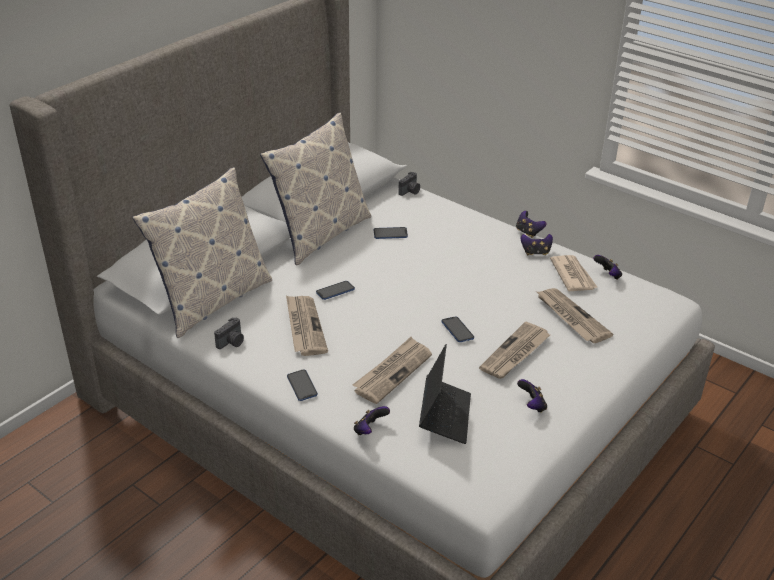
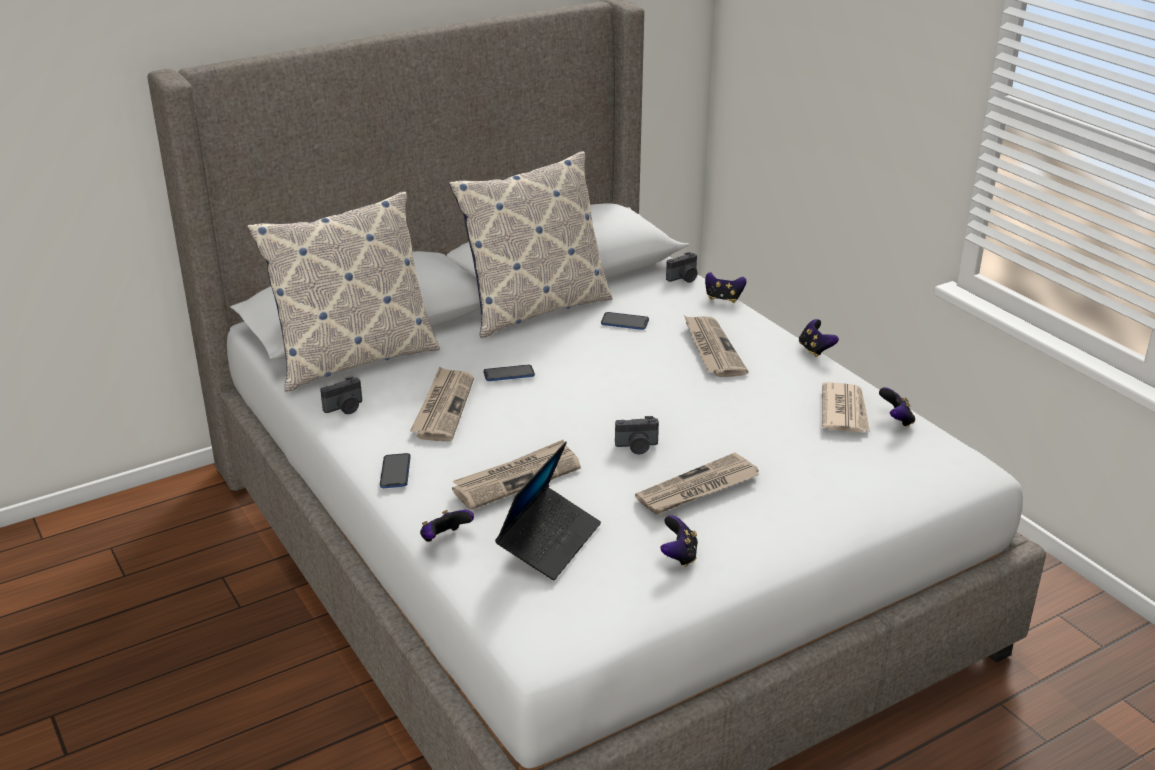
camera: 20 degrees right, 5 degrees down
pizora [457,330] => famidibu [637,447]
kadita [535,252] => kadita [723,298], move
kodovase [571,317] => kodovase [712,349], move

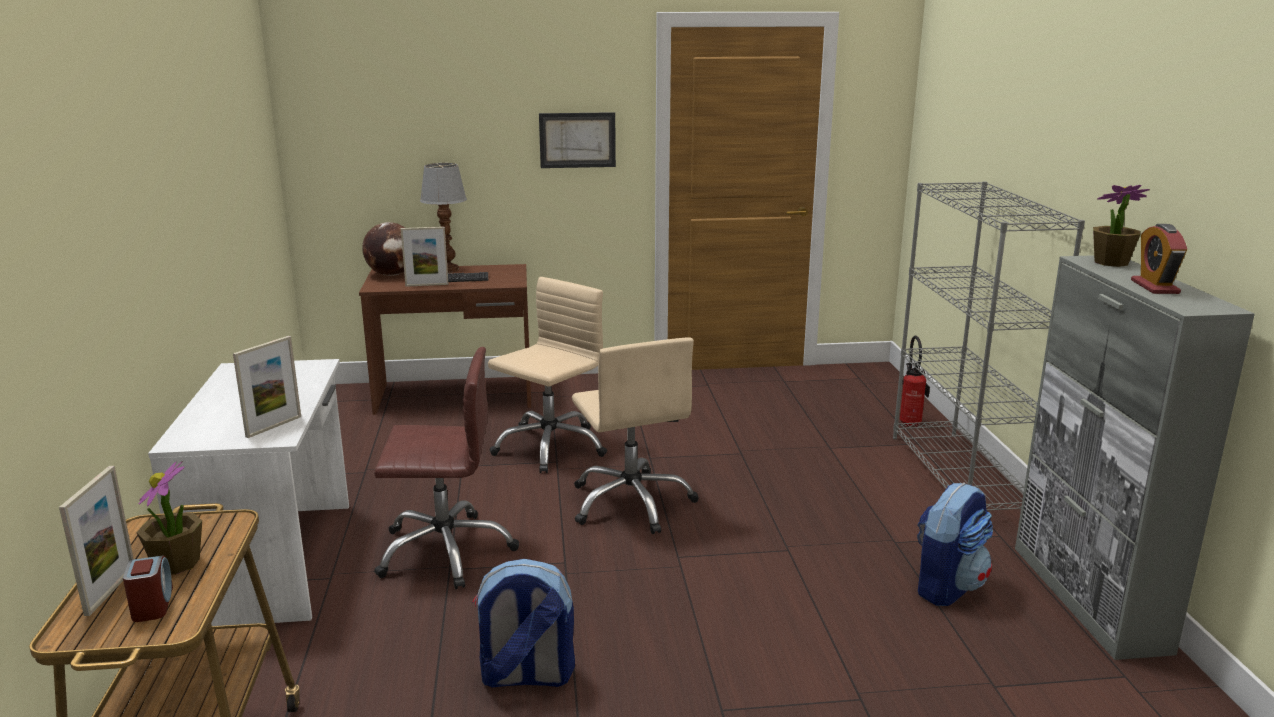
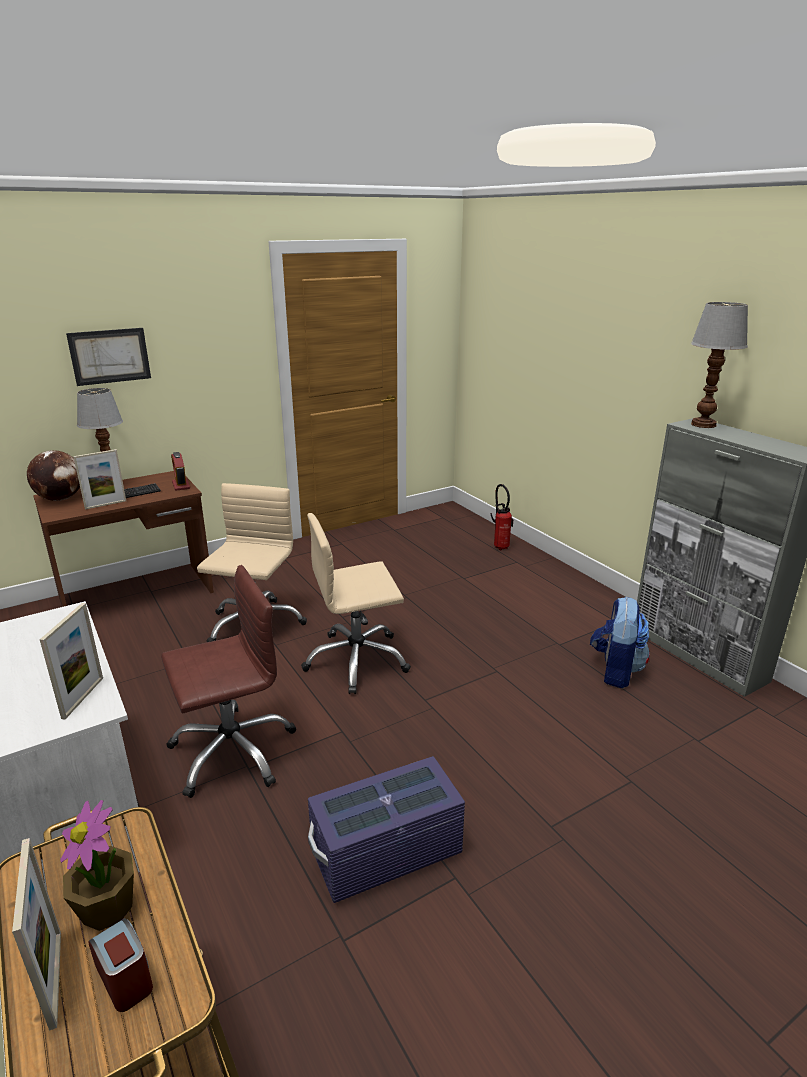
camera: 25 degrees left, 5 degrees up
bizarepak [525,676] => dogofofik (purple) [386,852]
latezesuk [577,140] => latezesuk [110,356], move
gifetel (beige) [632,503] => gifetel (beige) [357,661], 120 degrees clockwise
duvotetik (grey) [960,475] => nothing
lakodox [1110,262] => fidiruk [703,424]
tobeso [1154,287] => tobeso [181,485], move

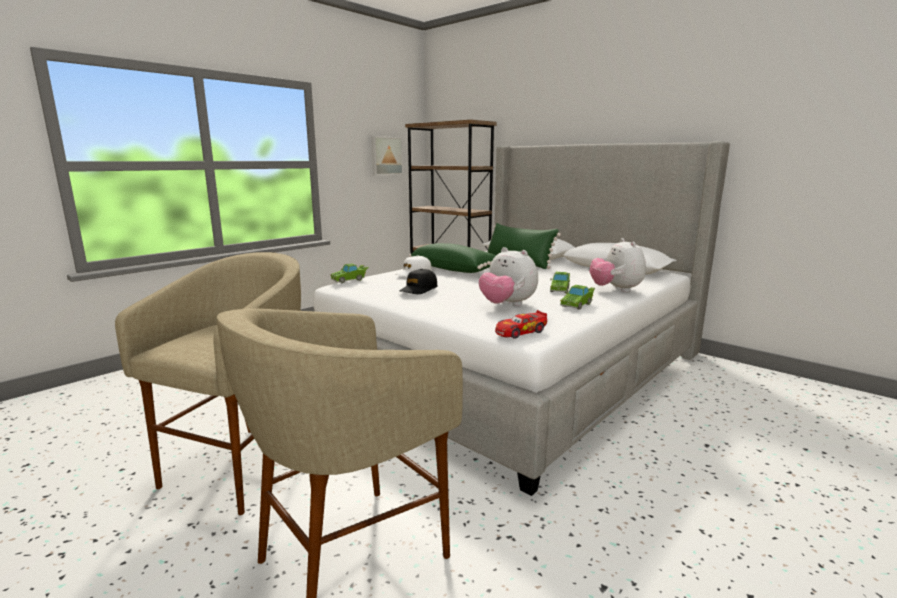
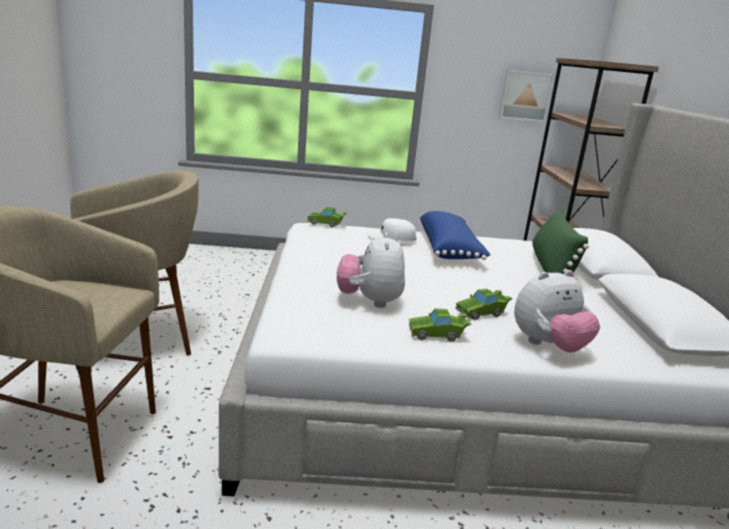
camera: 45 degrees right, 5 degrees up
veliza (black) [418,289] => nothing
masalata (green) [455,269] => masalata (blue) [449,249]
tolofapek [520,332] => nothing
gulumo [616,290] => gulumo [548,346], 150 degrees counterclockwise

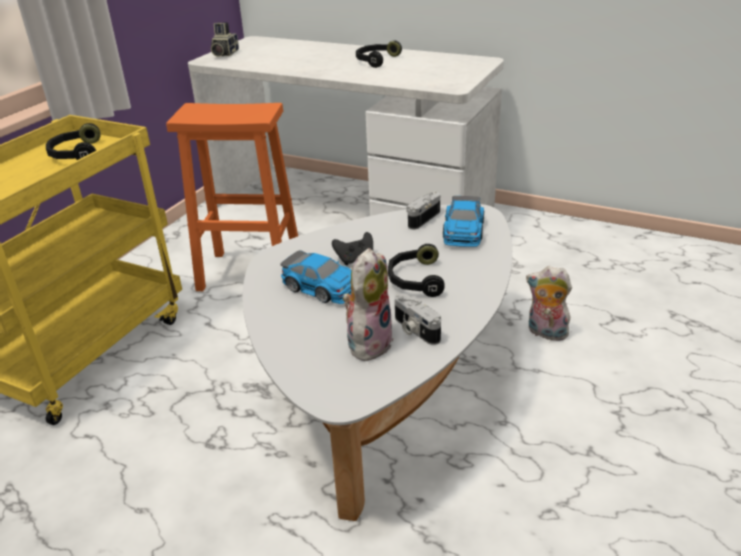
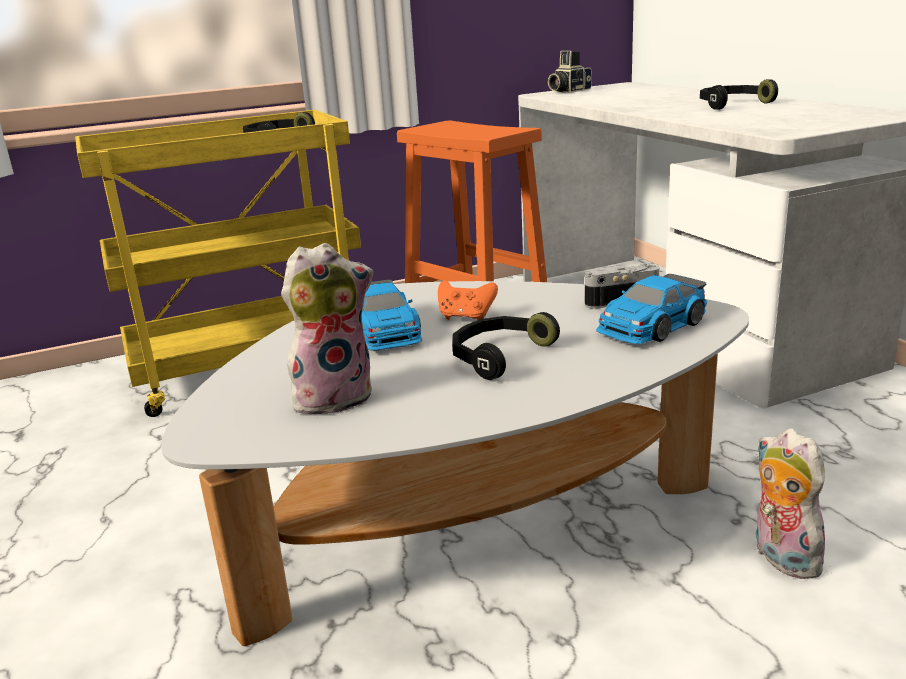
camera: 40 degrees right, 10 degrees down
kadita (black) [355,259] => kadita (orange) [466,317]
famidibu [414,330] => nothing

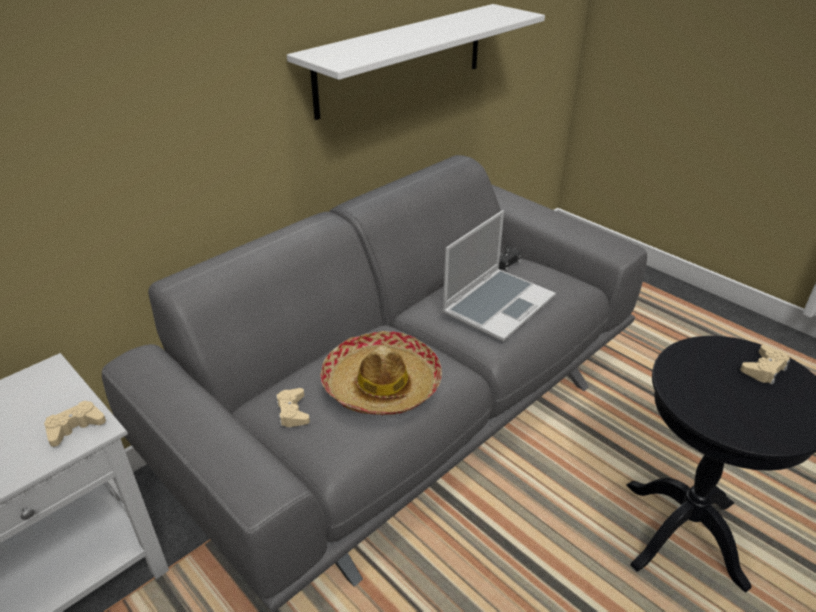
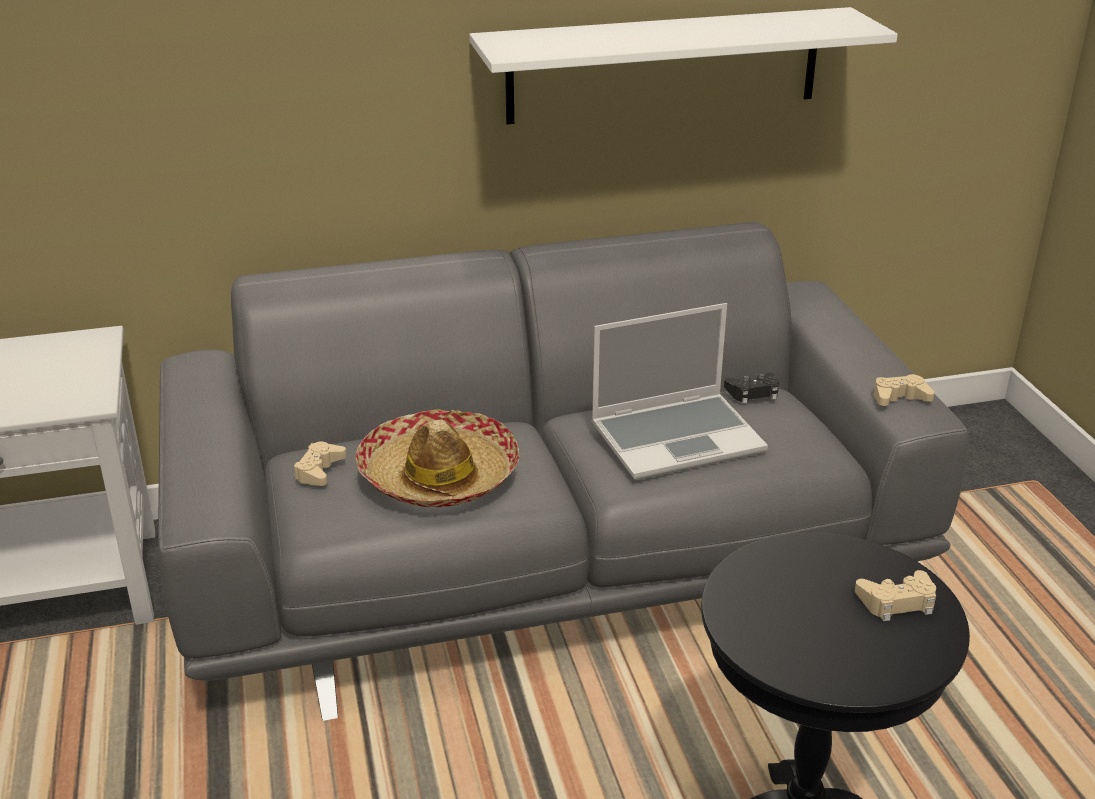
camera: 30 degrees right, 5 degrees down
kadita (beige) [75,427] => kadita (beige) [899,397], move

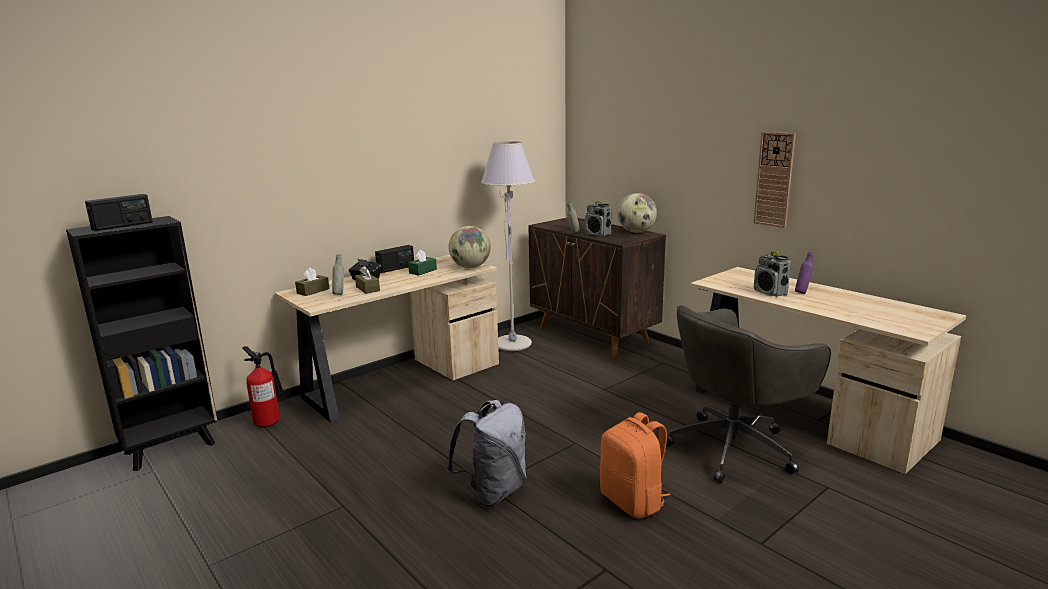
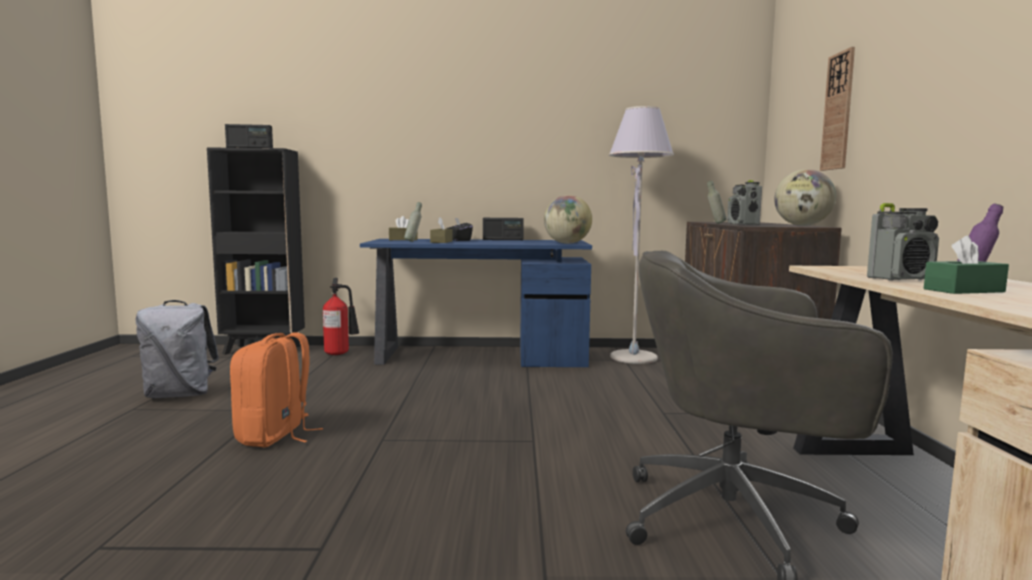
camera: 40 degrees right, 10 degrees down
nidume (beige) [399,380] => nidume (blue) [478,356]
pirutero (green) [423,271] => pirutero (green) [963,290], move
bizarepak (grey) [493,491] => bizarepak (grey) [181,395], move
bizarepak (orange) [633,501] => bizarepak (orange) [275,436], move
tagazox [774,179] => tagazox [838,111], move
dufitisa [770,293] => dufitisa [901,279], 120 degrees counterclockwise

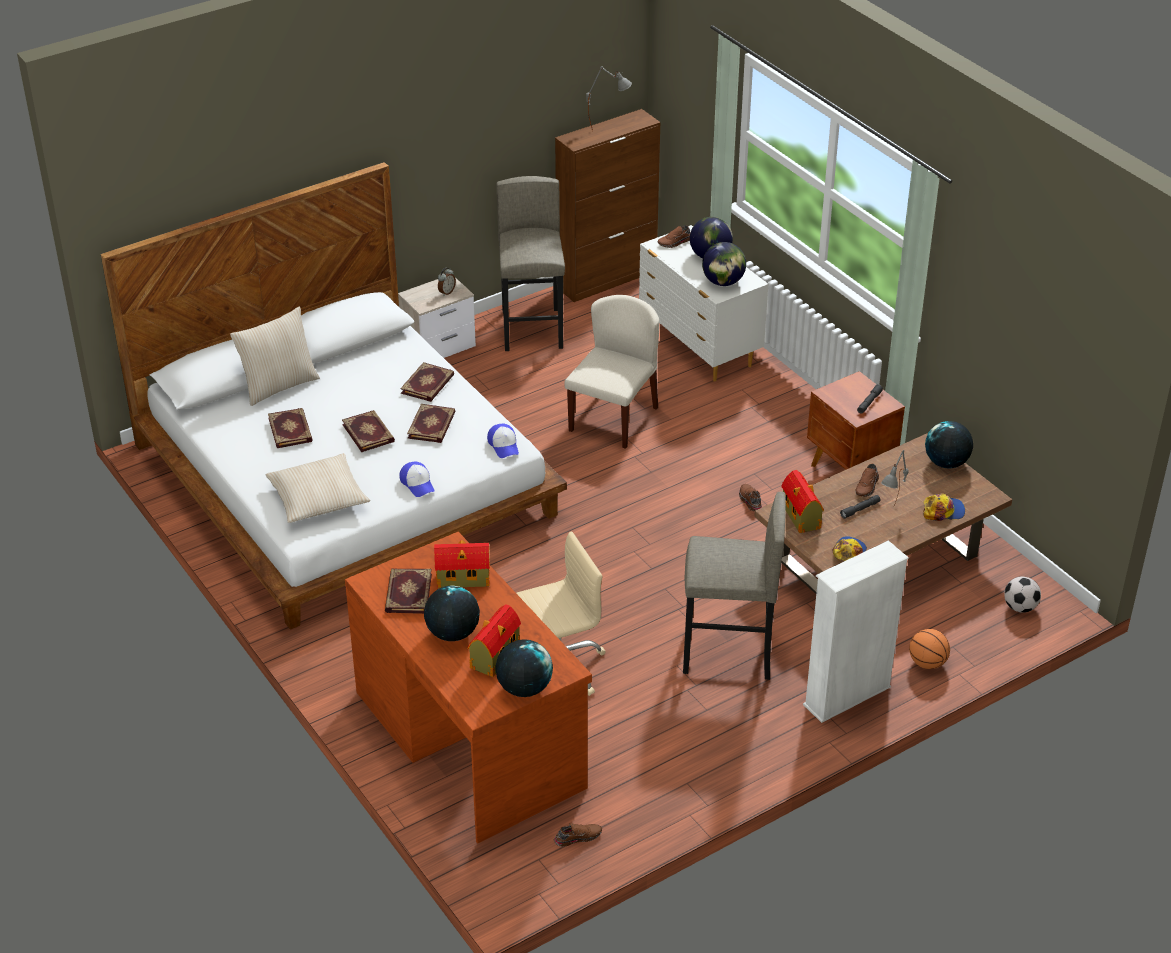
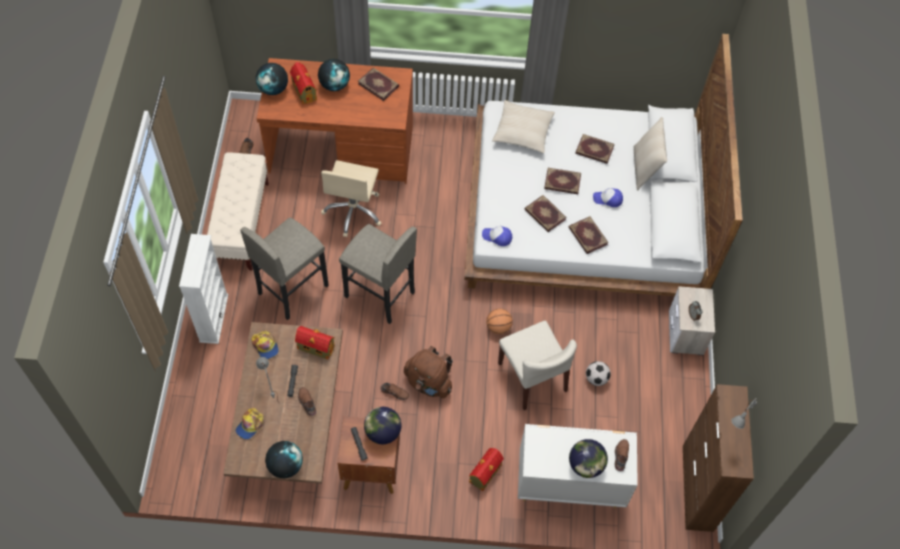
camera: 125 degrees right, 20 degrees up
veliza [417,483] => veliza [608,199], move
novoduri [464,579] => novoduri [484,474], move
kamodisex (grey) [533,329] => kamodisex (grey) [379,295], move
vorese [723,282] => vorese [382,432], move
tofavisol [927,663] => tofavisol [498,327], move
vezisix [1020,607] => vezisix [596,378], move
nothing => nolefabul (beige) [241,224]
nothing => bizarepak (brown) [428,383]

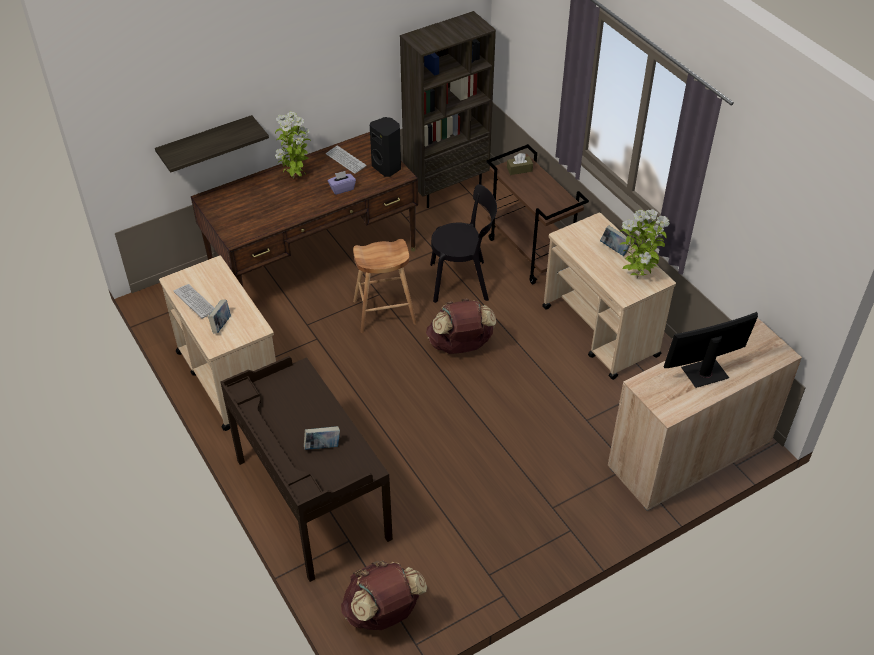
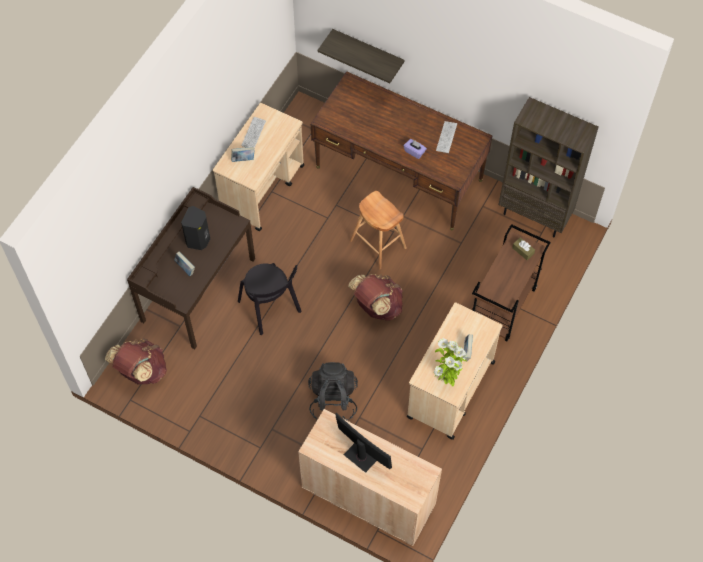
camera: 60 degrees right, 15 degrees up
lakodox [295,178] => nothing
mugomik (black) [387,167] => mugomik (black) [199,240], move
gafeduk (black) [463,281] => gafeduk (black) [270,309], move
nothing => bizarepak (black) [333,399]

